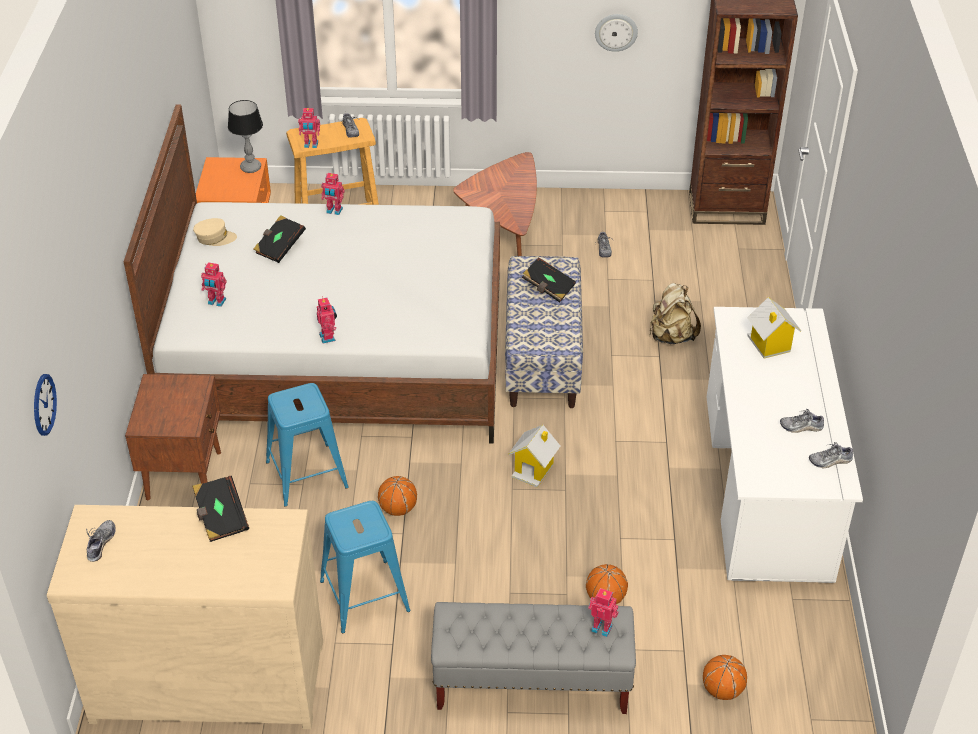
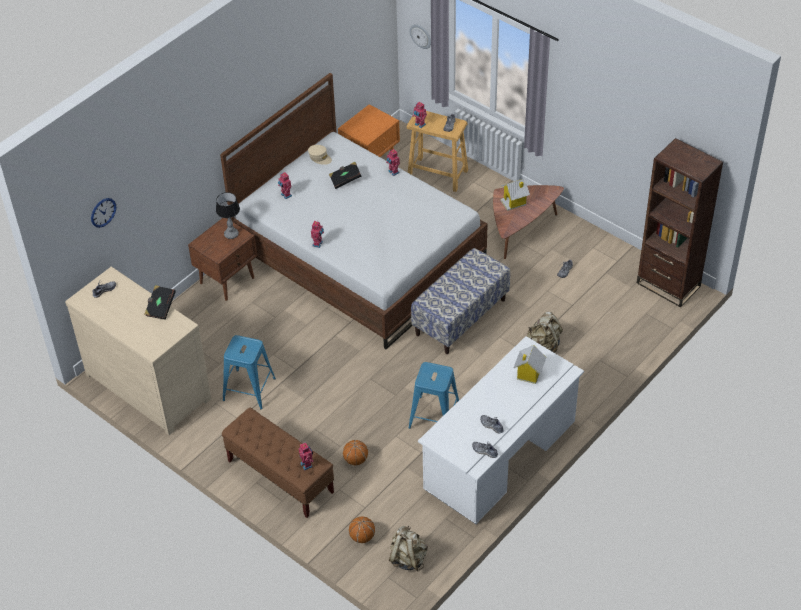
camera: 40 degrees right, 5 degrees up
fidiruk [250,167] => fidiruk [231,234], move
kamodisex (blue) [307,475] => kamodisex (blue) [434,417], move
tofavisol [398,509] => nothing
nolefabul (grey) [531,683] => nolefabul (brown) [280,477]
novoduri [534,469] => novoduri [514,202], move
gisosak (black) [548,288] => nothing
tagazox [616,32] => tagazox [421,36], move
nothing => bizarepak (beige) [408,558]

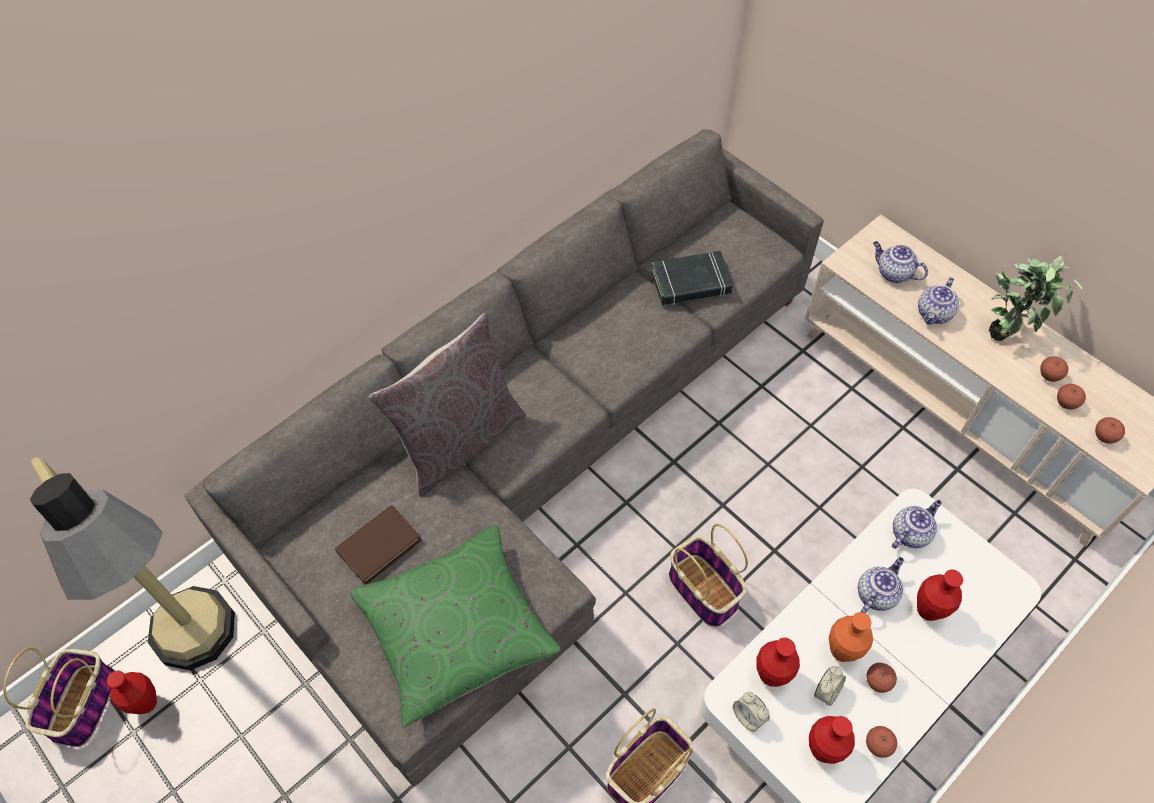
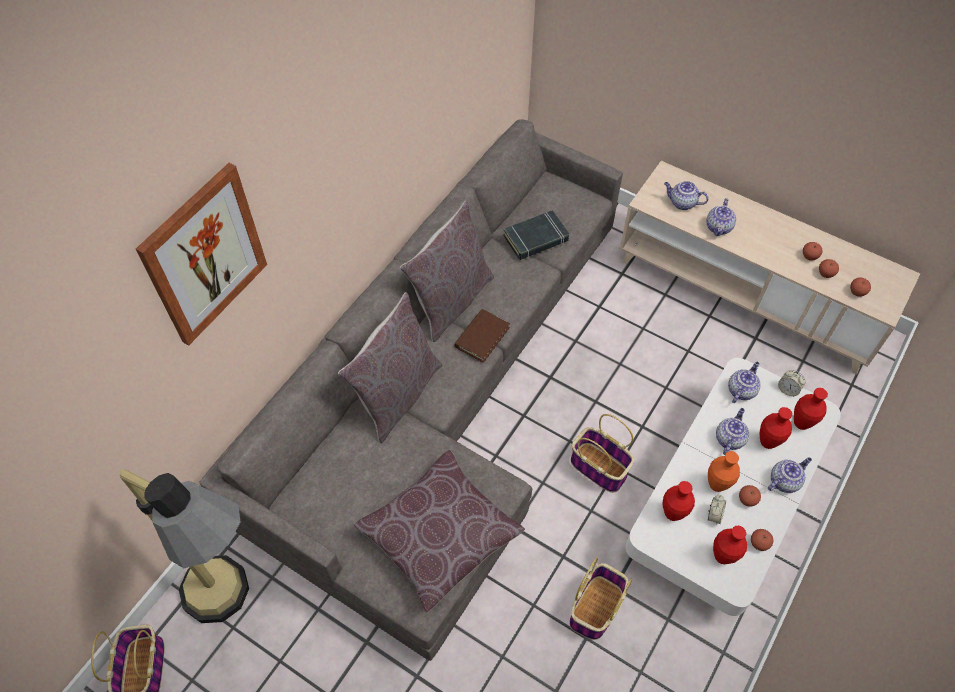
camera: 15 degrees left, 0 degrees up
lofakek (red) [147,703] => lofakek (red) [801,423], move
gisosak (brown) [379,546] => gisosak (brown) [482,337], move
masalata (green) [456,630] => masalata (brown) [439,535]
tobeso [748,716] => tobeso [787,389], move
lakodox [1008,332] => nothing
nothing => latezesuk [204,255]
nothing => masalata (grey) [451,301]
nothing => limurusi [784,480]

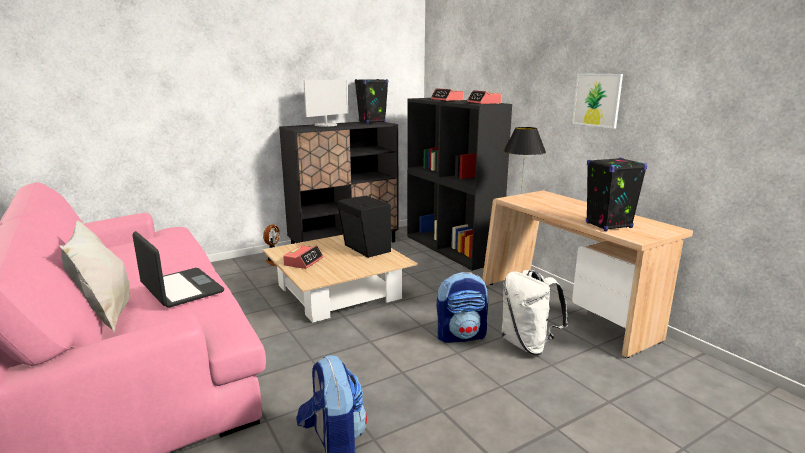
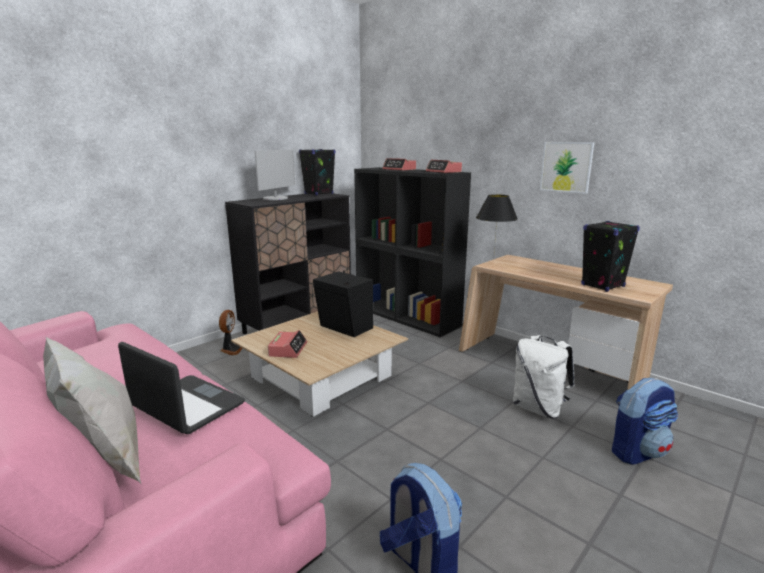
camera: 15 degrees left, 0 degrees up
bizarepak [461,336] => bizarepak [637,451], move

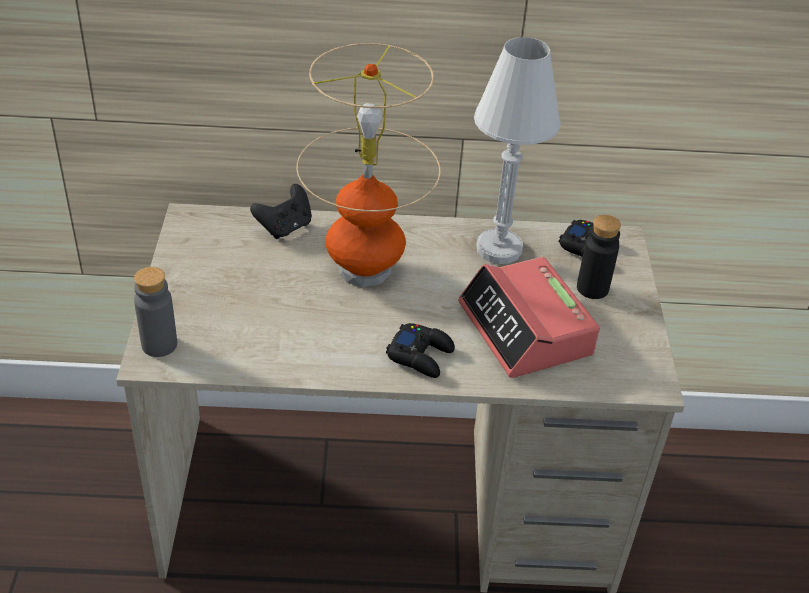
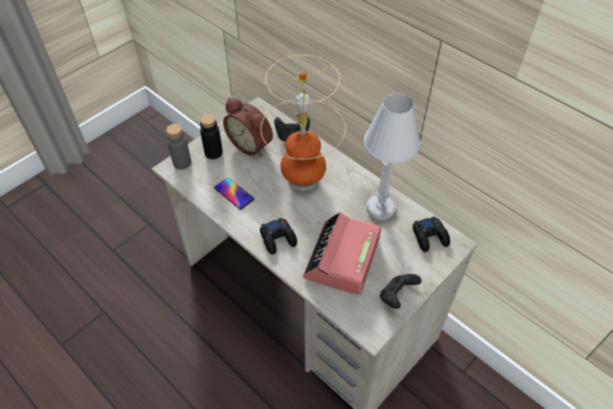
camera: 45 degrees right, 10 degrees up
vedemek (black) [592,288] => vedemek (black) [213,152], move
nothing => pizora [234,193]
nothing => tobeso [251,144]
nothing => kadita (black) [396,296]

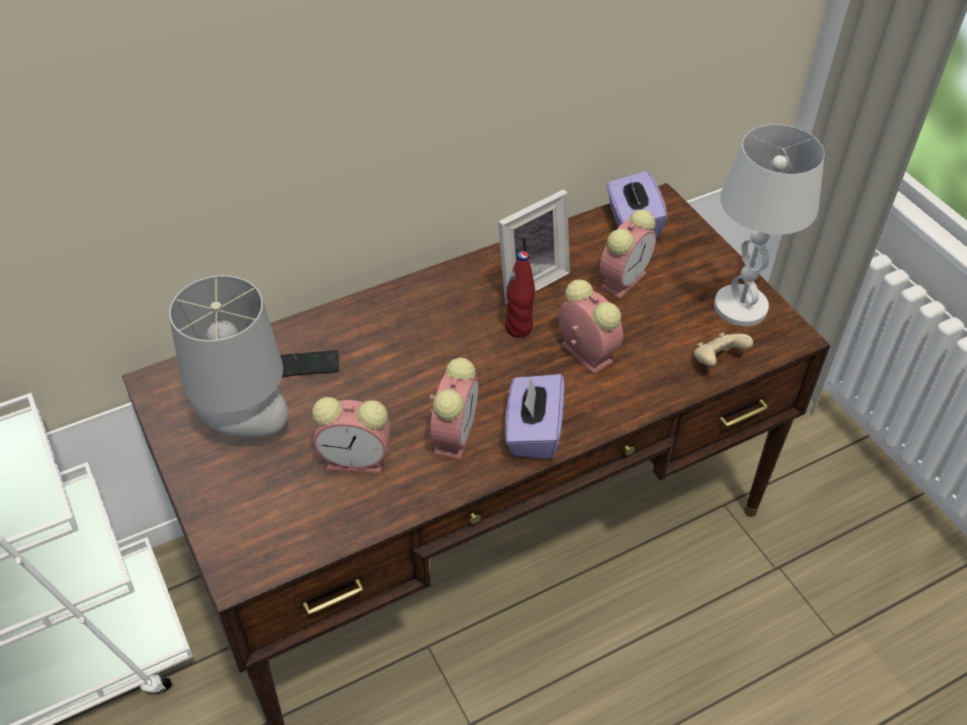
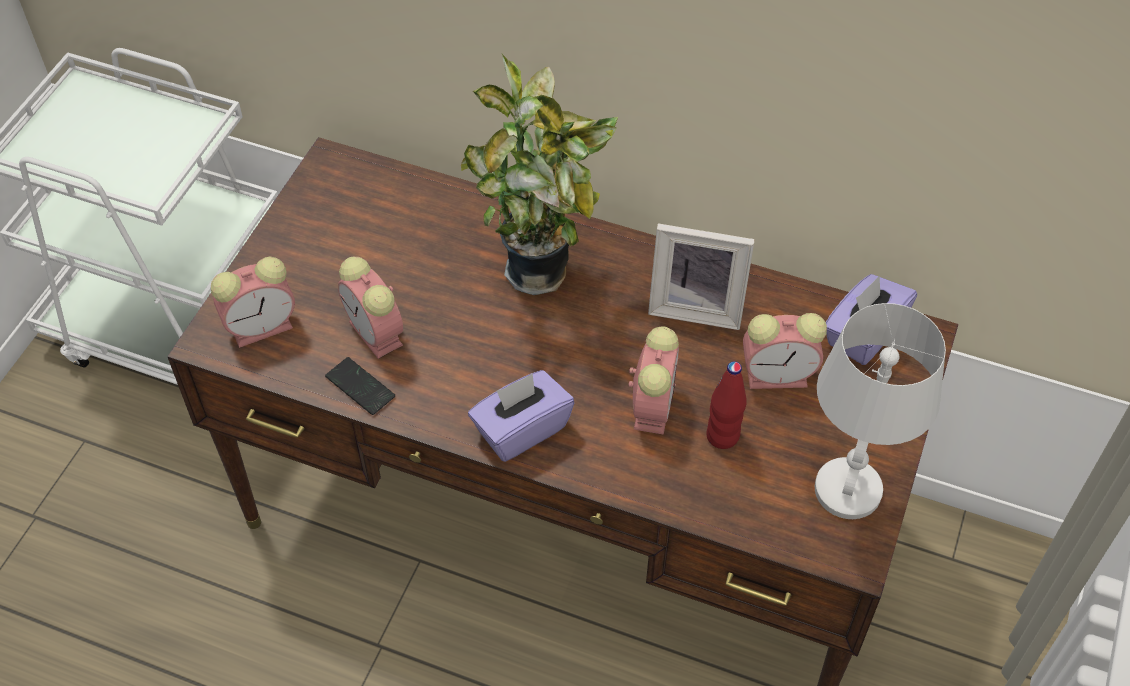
camera: 50 degrees right, 5 degrees up
fidiruk (grey) [246,427] => nothing
pizora [307,365] => pizora [360,387], move
tobeso [454,433] => tobeso [263,326], move
vedemek (red) [519,328] => vedemek (red) [722,436], move
kadita (beige) [717,360] => nothing
nothing => lakodox [544,273]

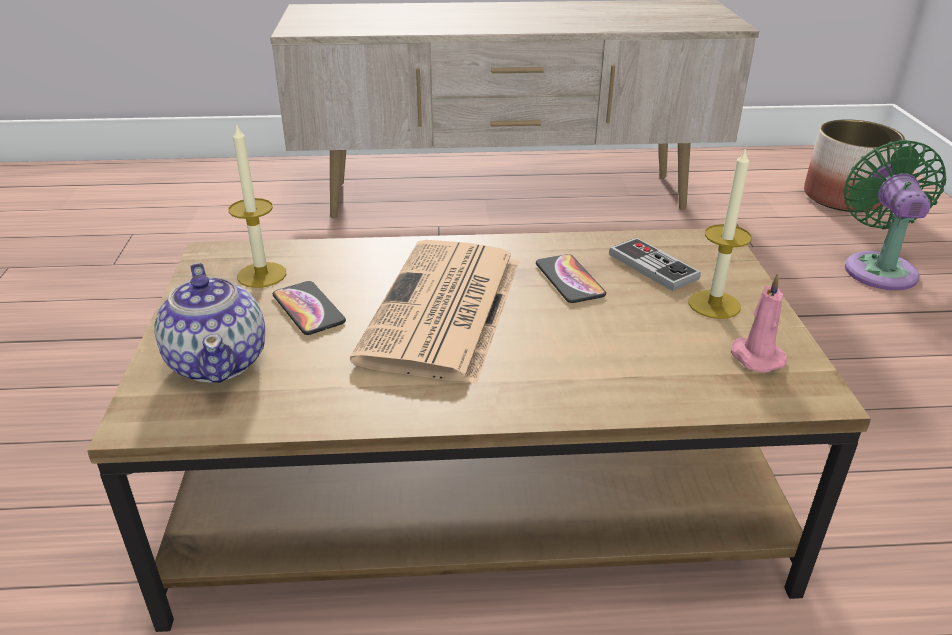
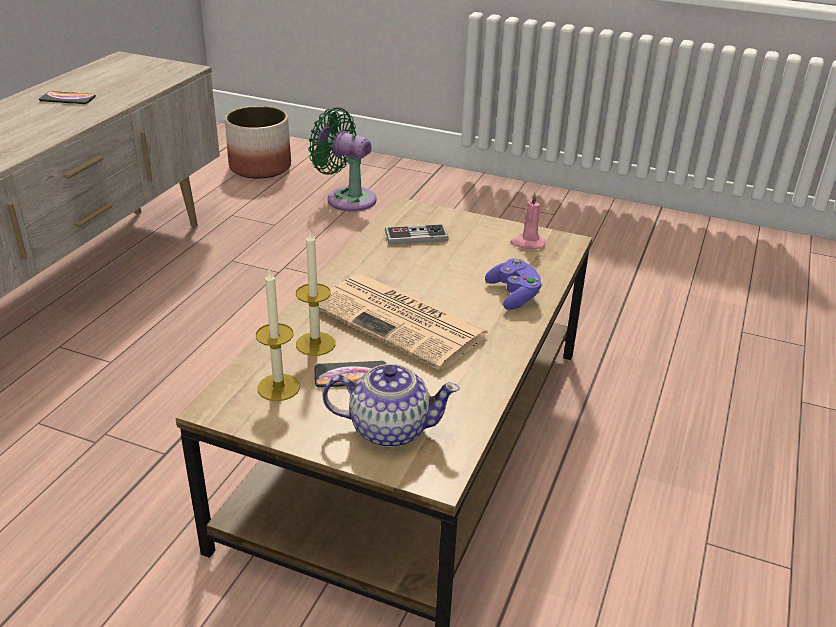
camera: 65 degrees left, 0 degrees up
pizora [569,279] => pizora [67,99], move
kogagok [714,304] => kogagok [315,344], move
nothing => kadita (purple) [514,295]

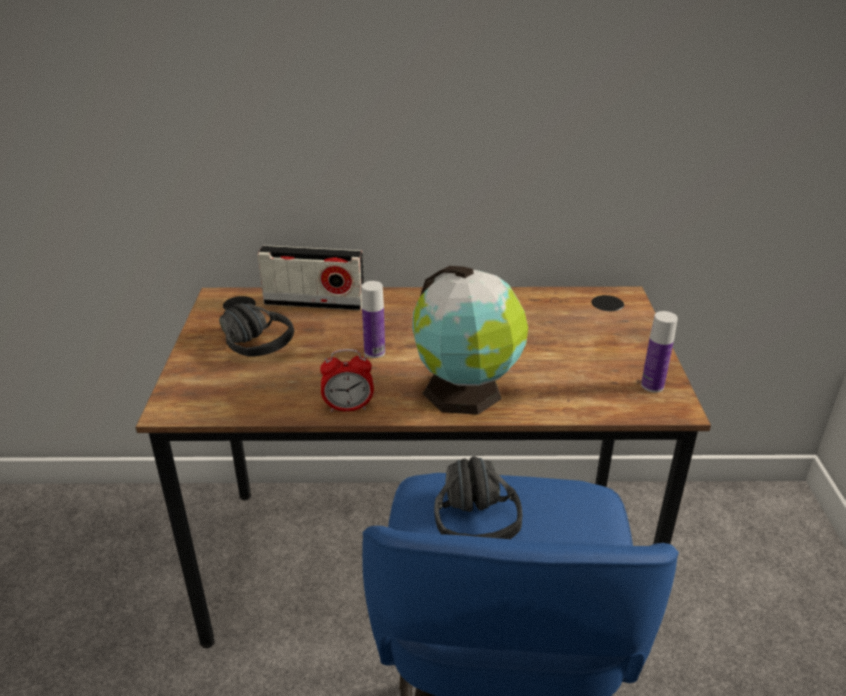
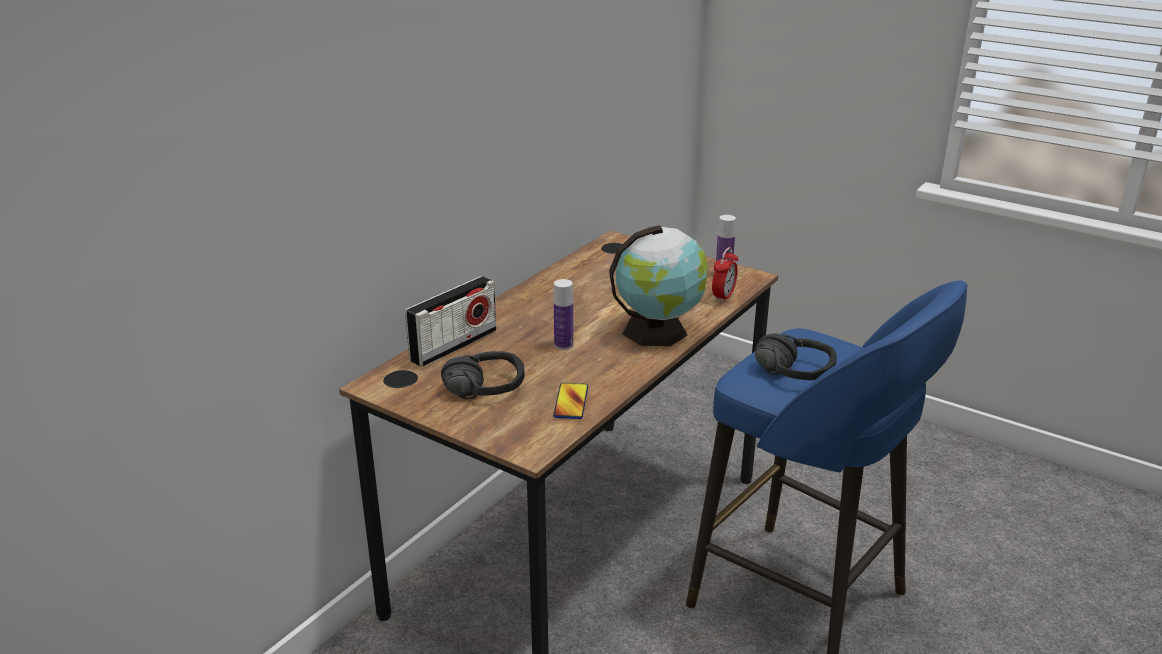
camera: 55 degrees left, 5 degrees down
tobeso [348,407] => tobeso [723,297], move
nothing => pizora [571,402]

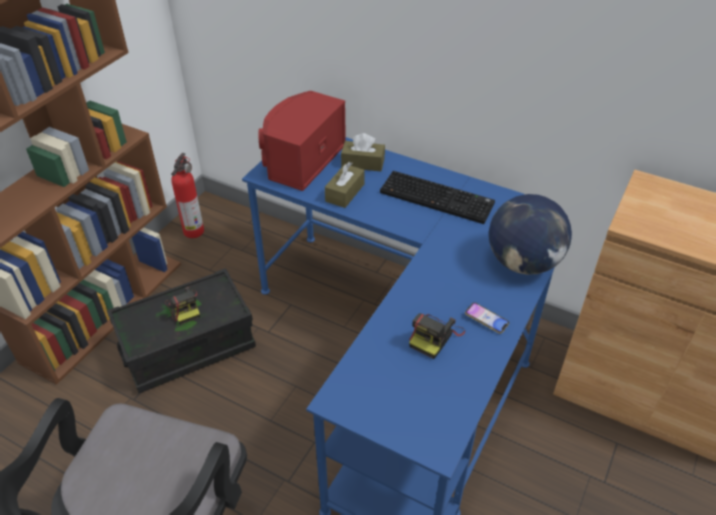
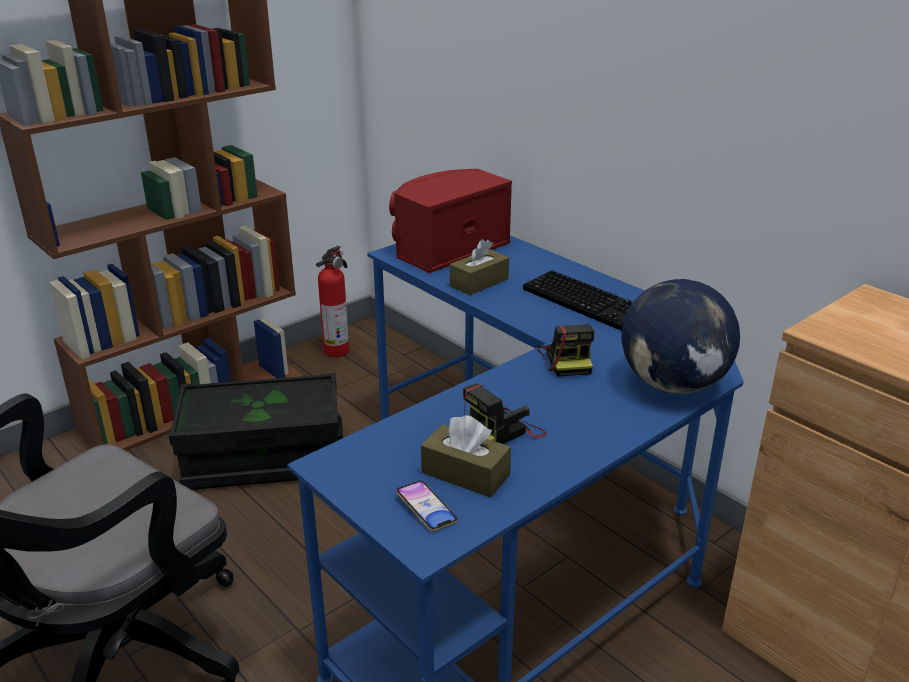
camera: 20 degrees right, 15 degrees down
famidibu [184,307] => famidibu [567,359], move
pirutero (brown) [363,163] => pirutero (brown) [465,473], move
pizora [486,320] => pizora [426,509], move

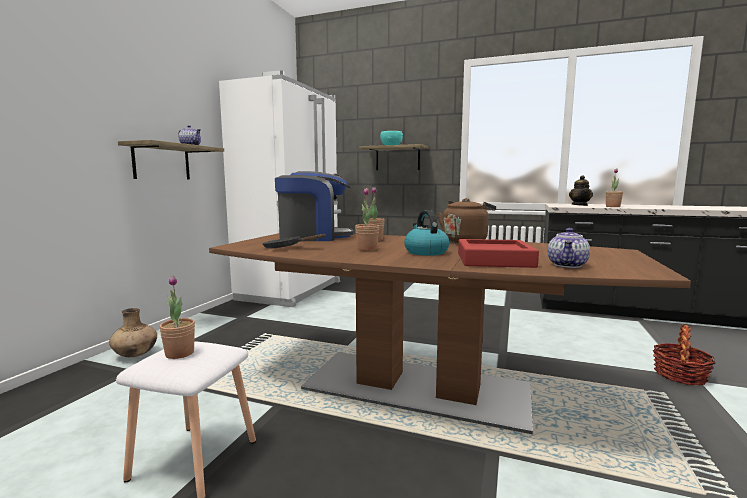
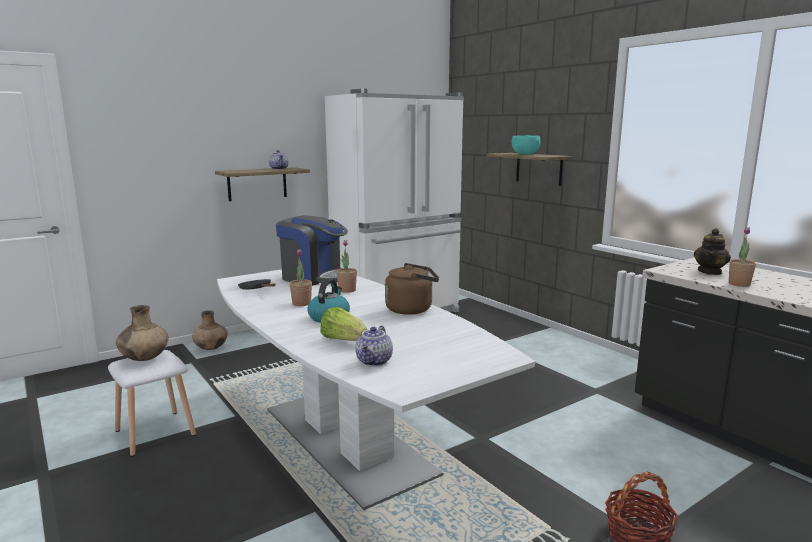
camera: 35 degrees right, 5 degrees up
lakodox [179,353] => lofakek (brown) [144,359]
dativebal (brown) [417,388] => dativebal (white) [346,441]
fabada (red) [494,260] => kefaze [343,340]
limurusi [568,265] => limurusi [375,362], 45 degrees counterclockwise

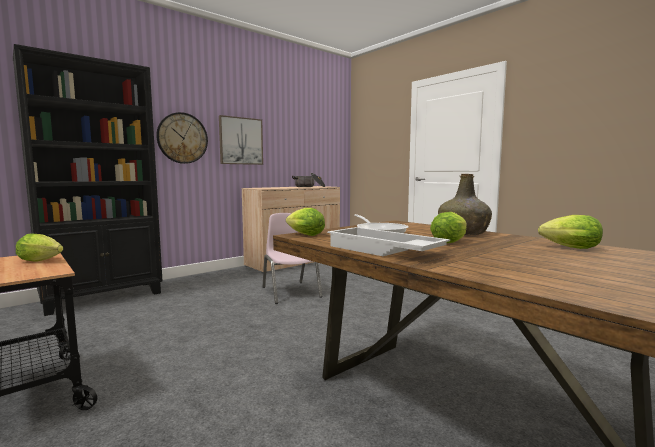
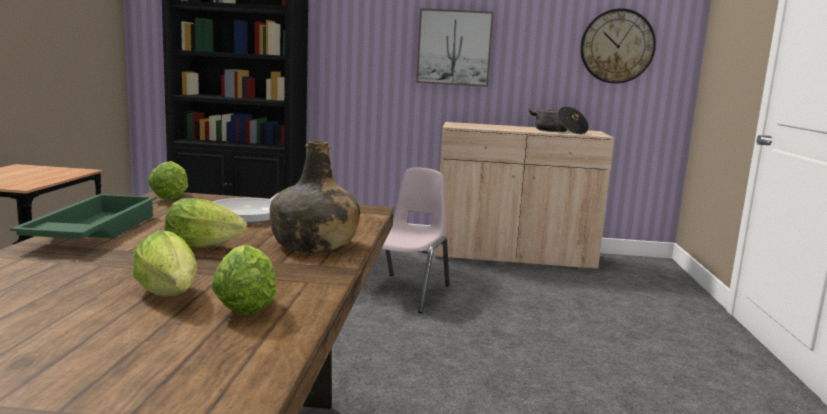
camera: 45 degrees right, 5 degrees up
kefaze [42,261] => kefaze [170,296], move
tagazox [182,138] => tagazox [617,46], move
fabada (white) [382,251] => fabada (green) [91,231]

